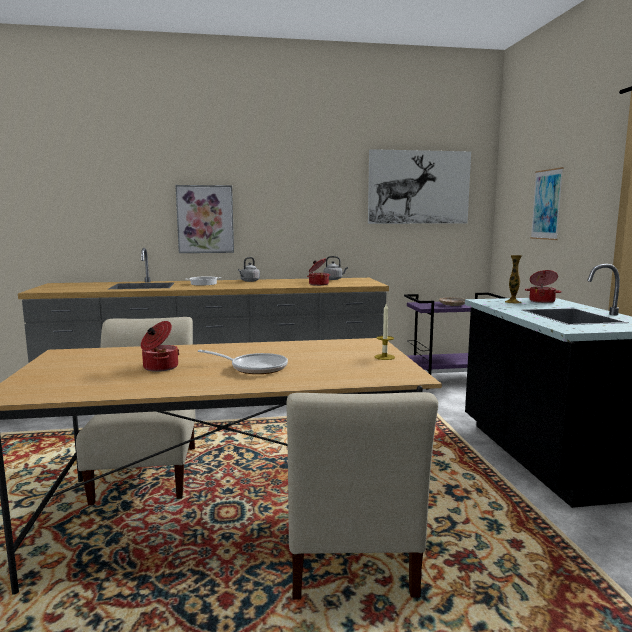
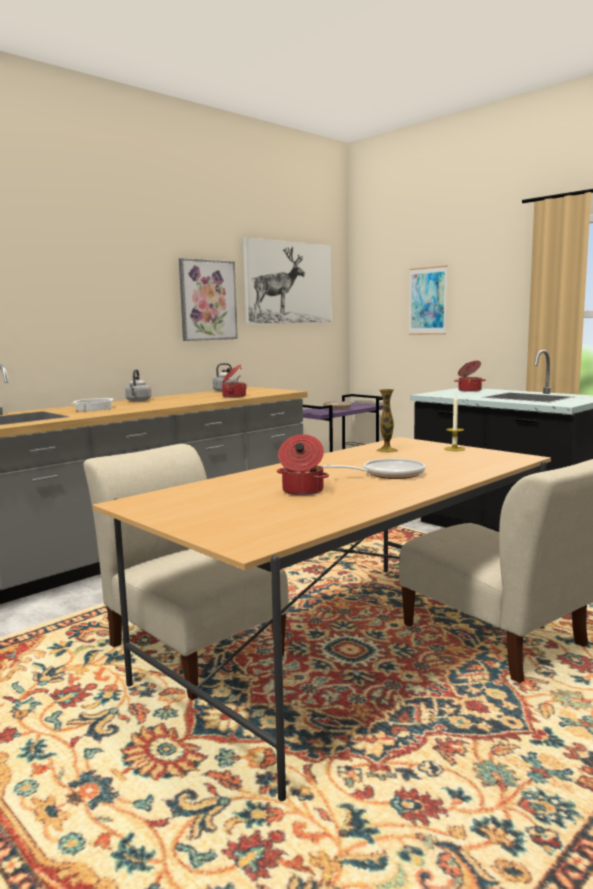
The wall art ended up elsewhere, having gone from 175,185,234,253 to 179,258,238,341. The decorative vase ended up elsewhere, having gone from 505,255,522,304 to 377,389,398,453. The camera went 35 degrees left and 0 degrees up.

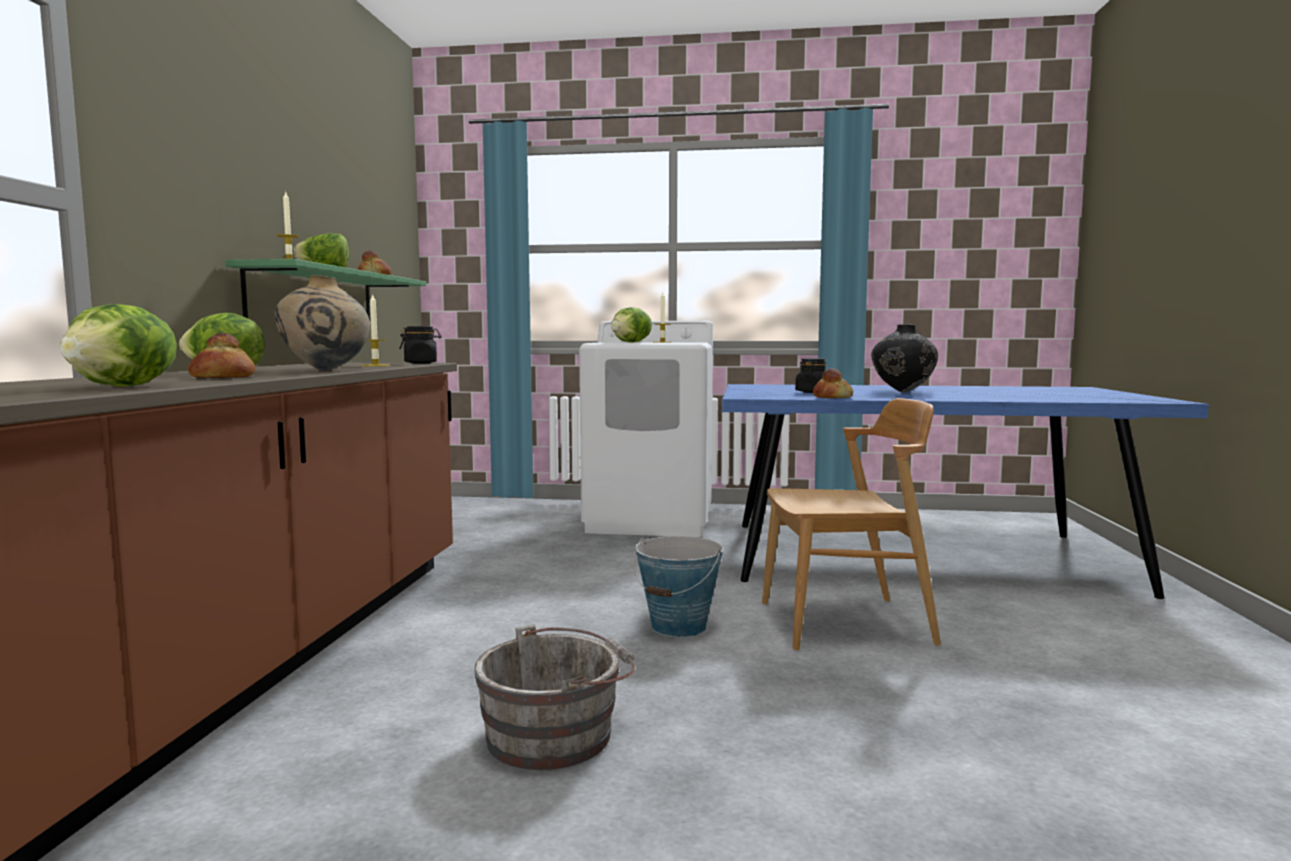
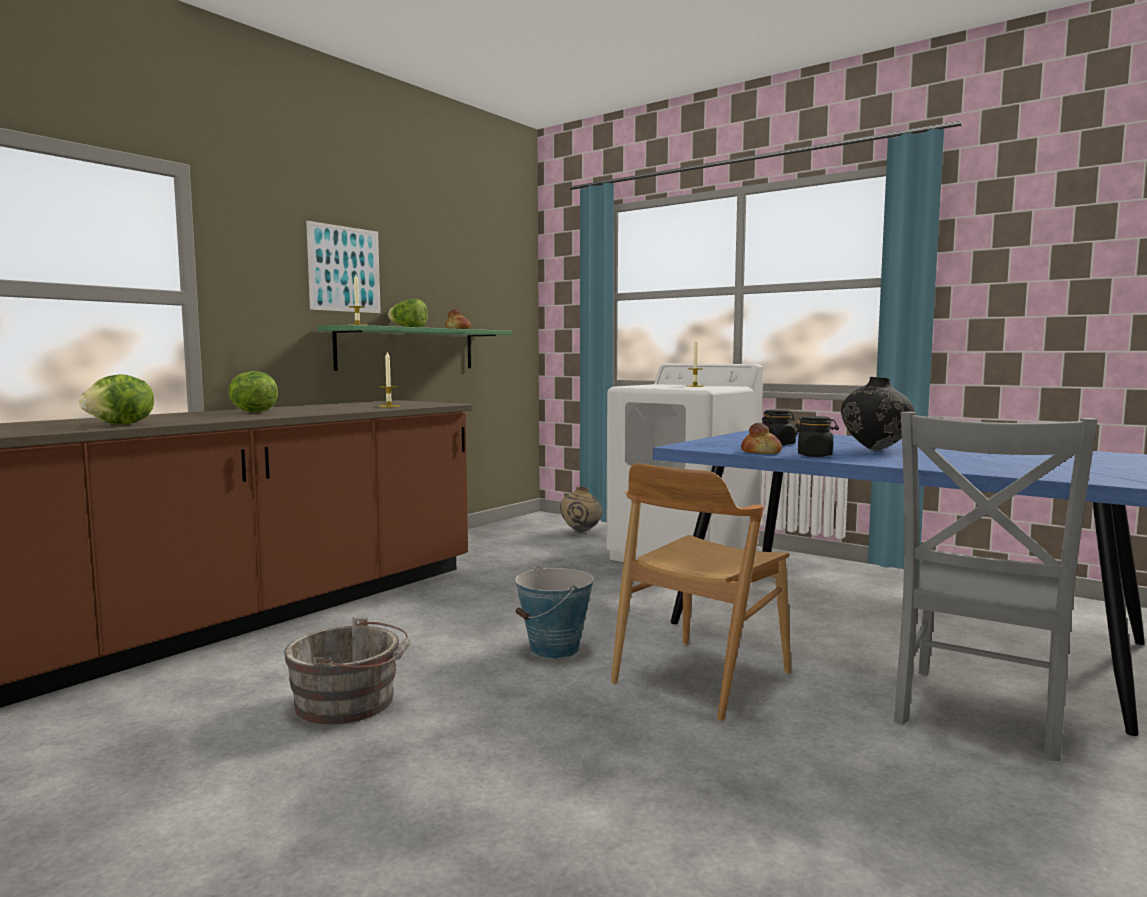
The second view lost the baked bread at 188,333,255,378. The sand-coloured decorative vase ended up elsewhere, having gone from 275,275,370,371 to 560,486,602,532. The blackish jar ended up elsewhere, having gone from 399,326,441,364 to 793,416,839,457. The second view lost the lettuce at 611,307,652,343. The brown upright chair at 762,398,941,651 ended up facing another way, 105 degrees clockwise from before. The second view gained the wall art at 306,221,381,313. The second view gained the grey upright chair at 894,412,1098,761. The camera went 30 degrees right and 0 degrees up.

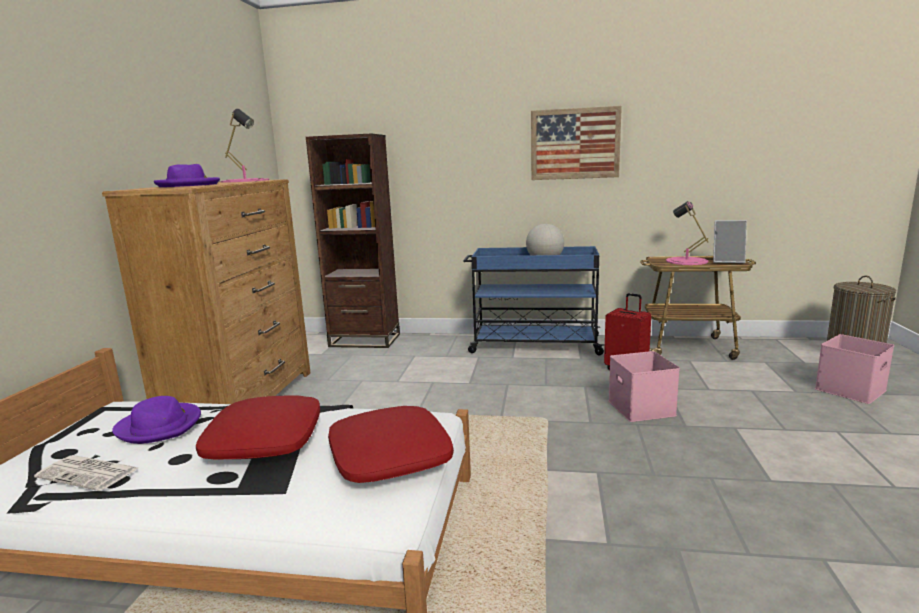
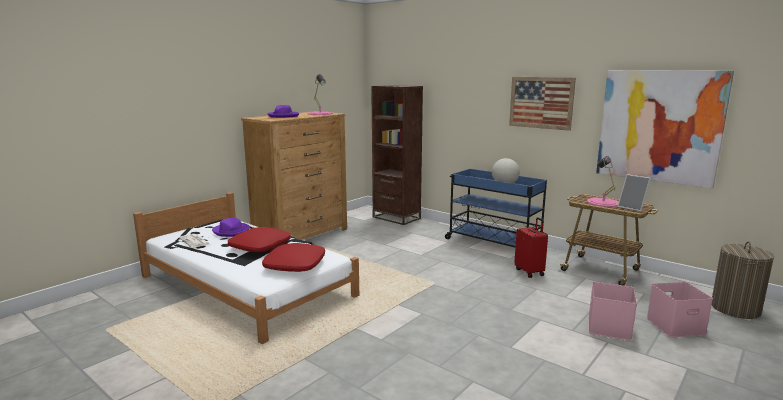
The pink storage bin ended up elsewhere, having gone from 608,351,680,422 to 589,282,637,341. The second view gained the wall art at 596,70,734,188. The camera went 30 degrees right and 0 degrees up.

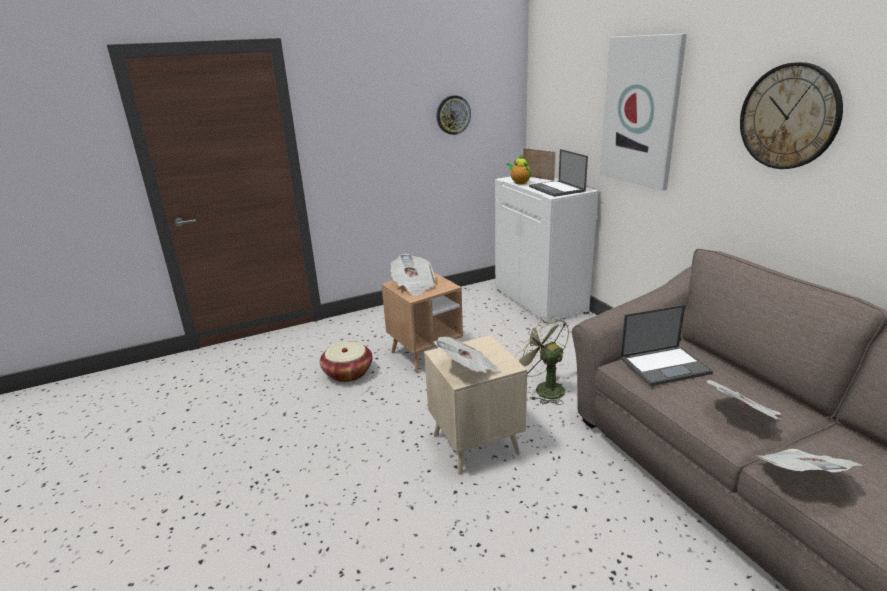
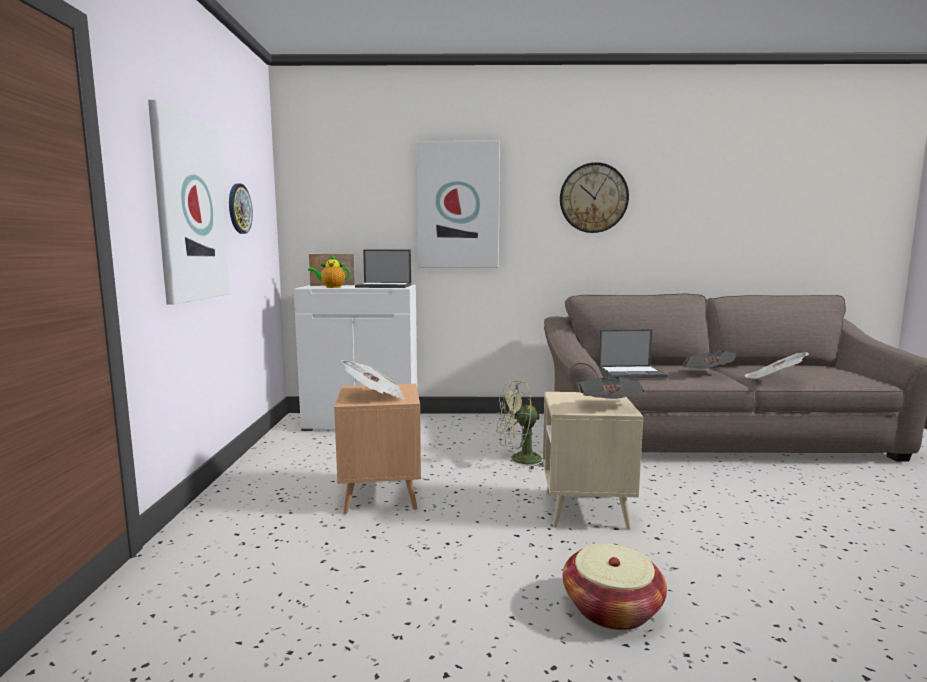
The basket ended up elsewhere, having gone from 320,342,373,382 to 563,544,667,630. The portable computer at 620,305,713,386 ended up facing another way, 75 degrees clockwise from before. The second view gained the wall art at 148,100,230,305. The camera went 65 degrees left and 15 degrees down.

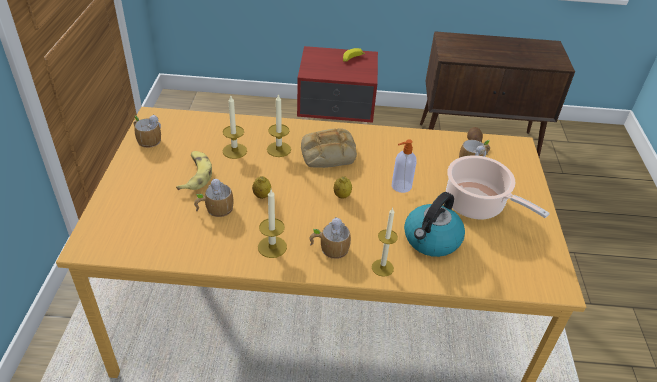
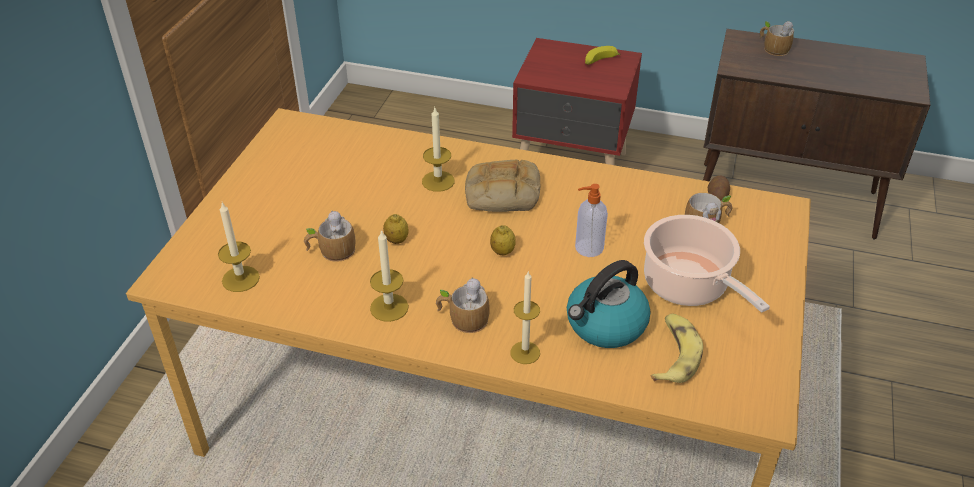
The tea mug ended up elsewhere, having gone from 133,114,161,148 to 760,20,794,56. The banana fruit ended up elsewhere, having gone from 176,151,212,190 to 650,314,703,383. The wax candle ended up elsewhere, having gone from 223,96,247,159 to 218,203,260,292. The camera went 15 degrees right and 0 degrees up.

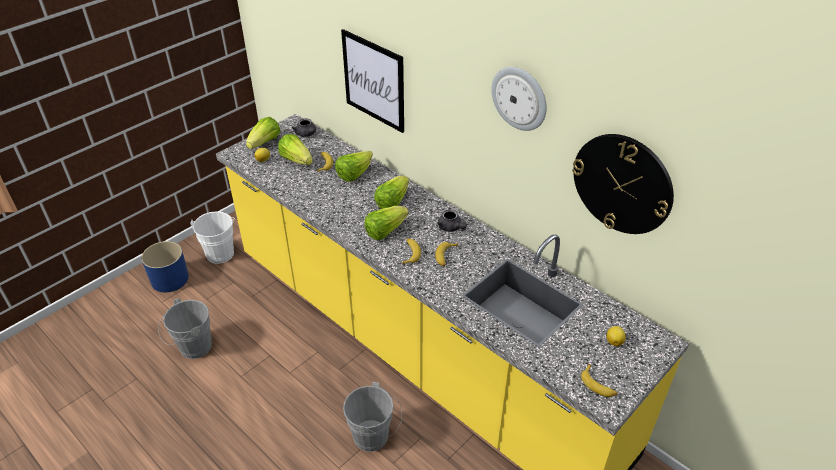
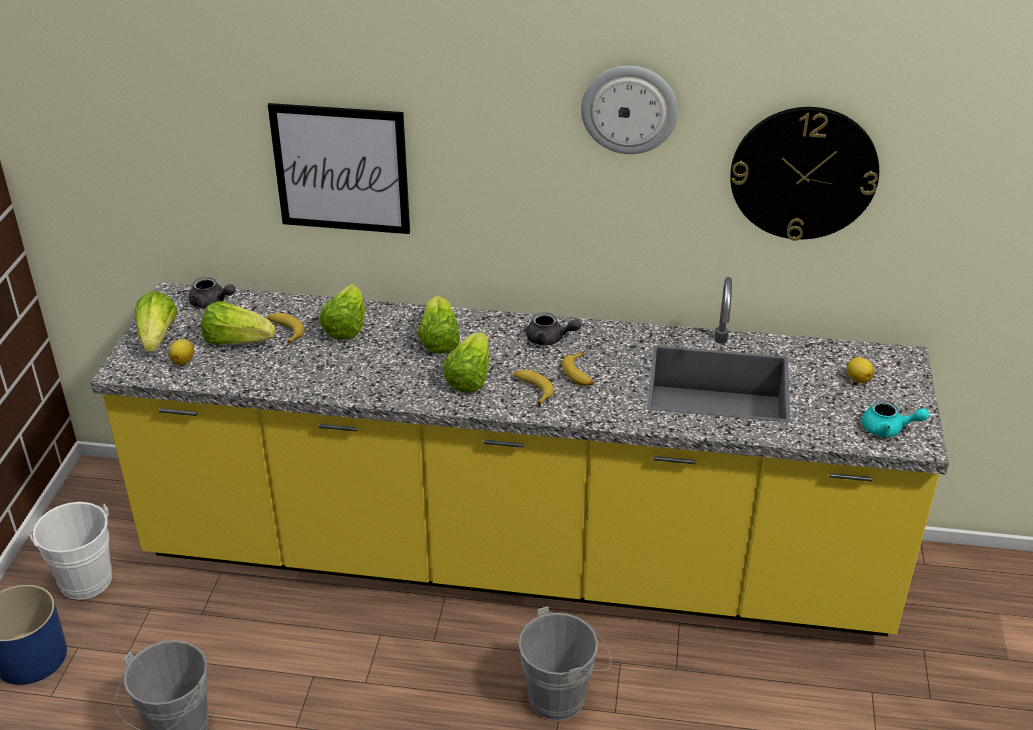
Where the banana fruit stood at 581,364,617,397, the turquoise-coloured teapot came to stand at 862,400,929,437. The camera went 35 degrees left and 5 degrees down.

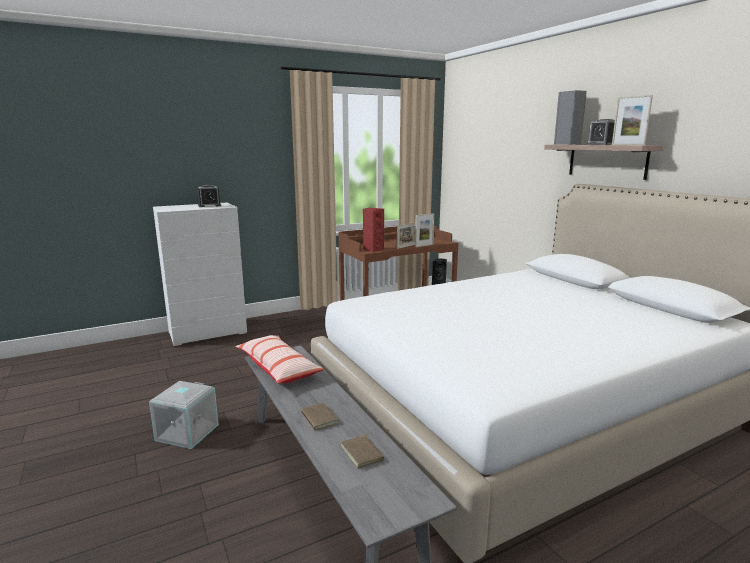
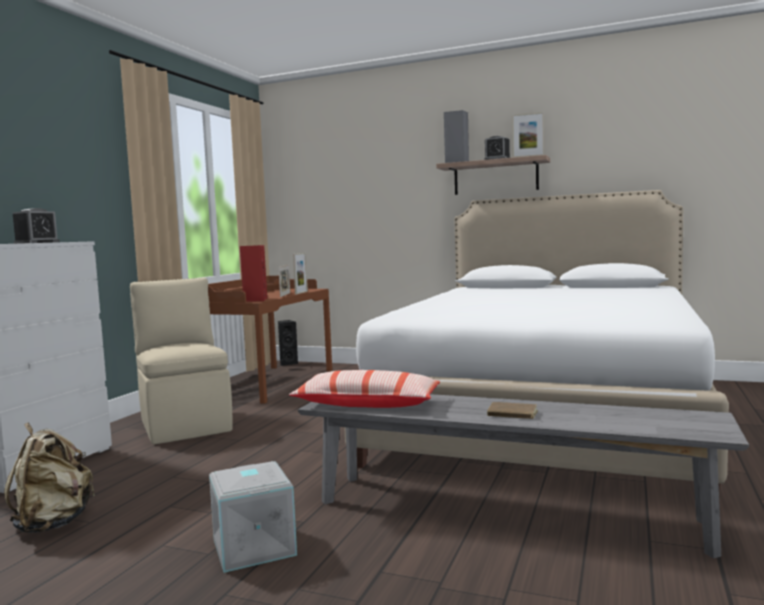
The second view lost the brown book at 341,433,384,469. The second view gained the sand-coloured backpack at 4,422,95,533. The second view gained the sand-coloured upright chair at 130,278,233,444. The camera went 40 degrees left and 10 degrees down.

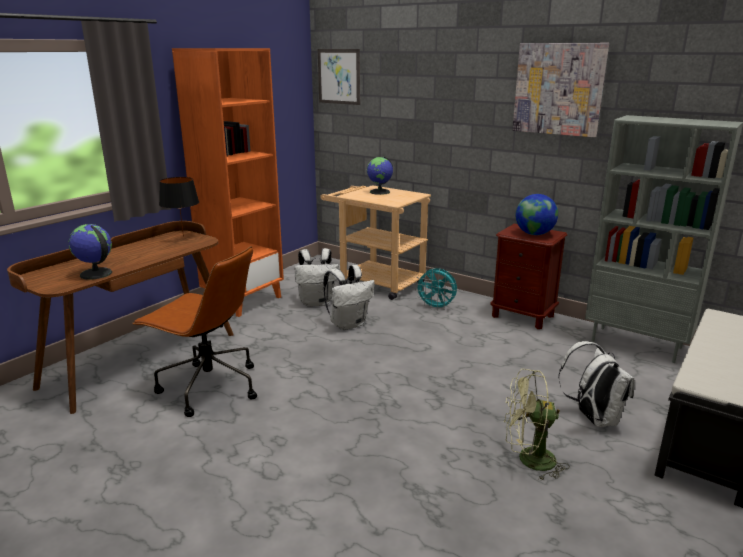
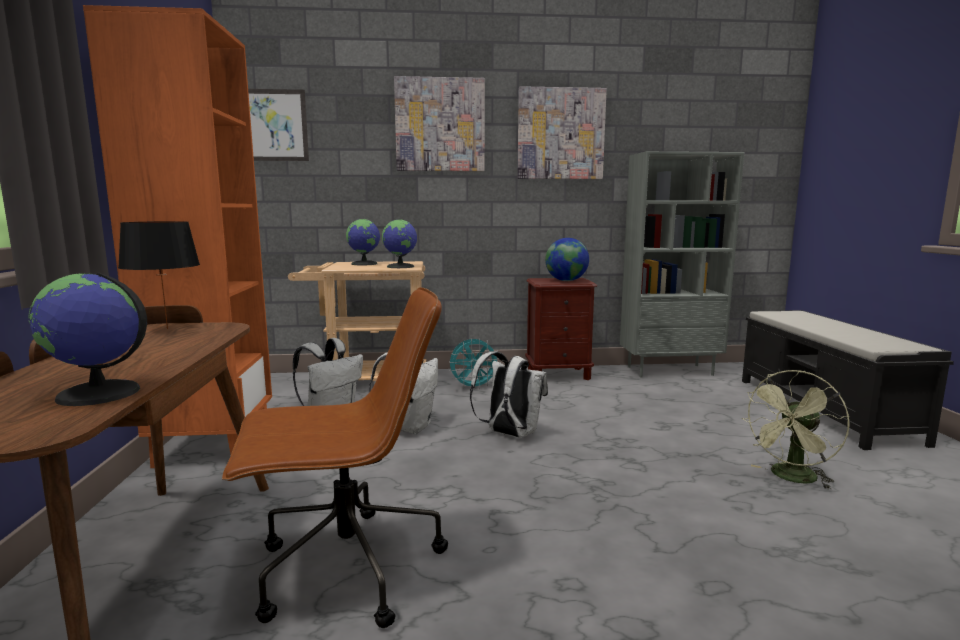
The white backpack ended up elsewhere, having gone from 558,341,634,427 to 470,352,548,438. The second view gained the world globe at 382,219,417,268. The second view gained the wall art at 394,76,485,171. The camera went 40 degrees left and 10 degrees down.

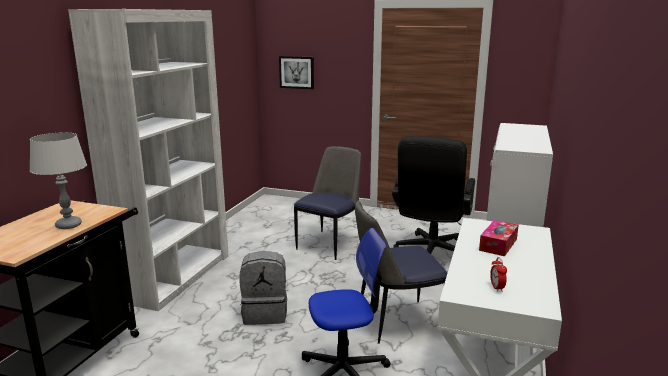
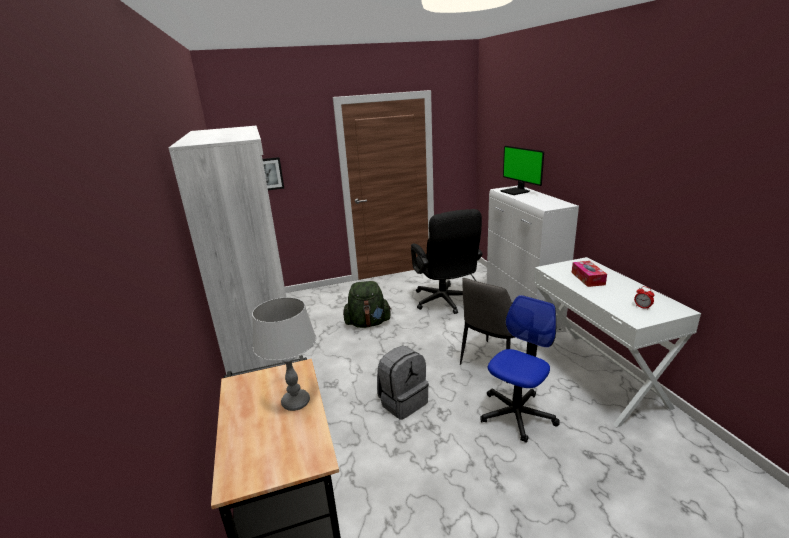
Where the upright chair stood at 294,146,361,260, the green backpack came to stand at 343,281,391,328. The second view gained the computer screen at 500,146,544,195. The camera went 35 degrees left and 5 degrees up.

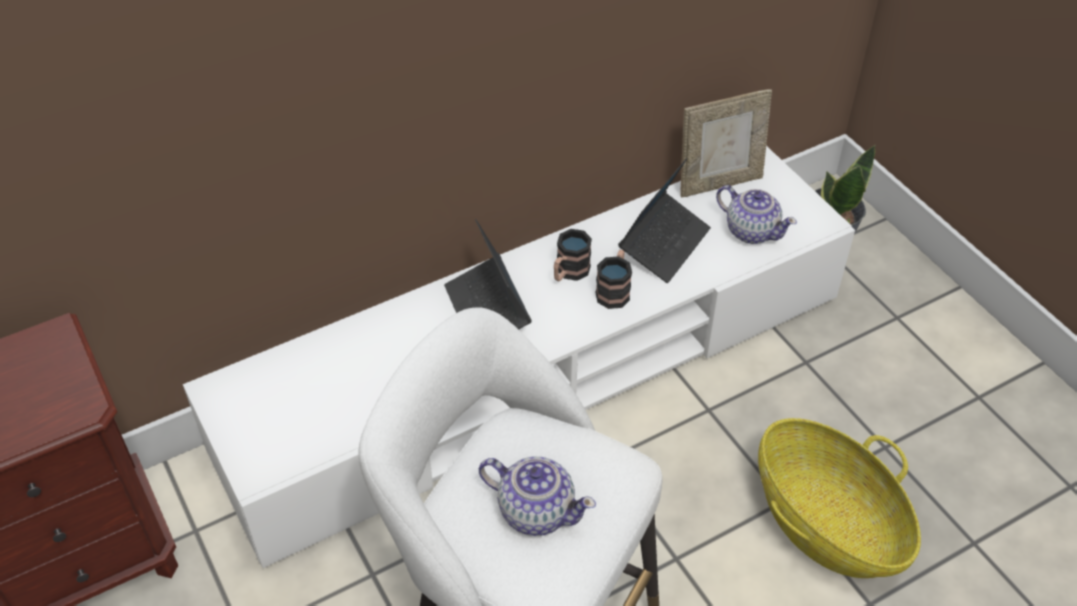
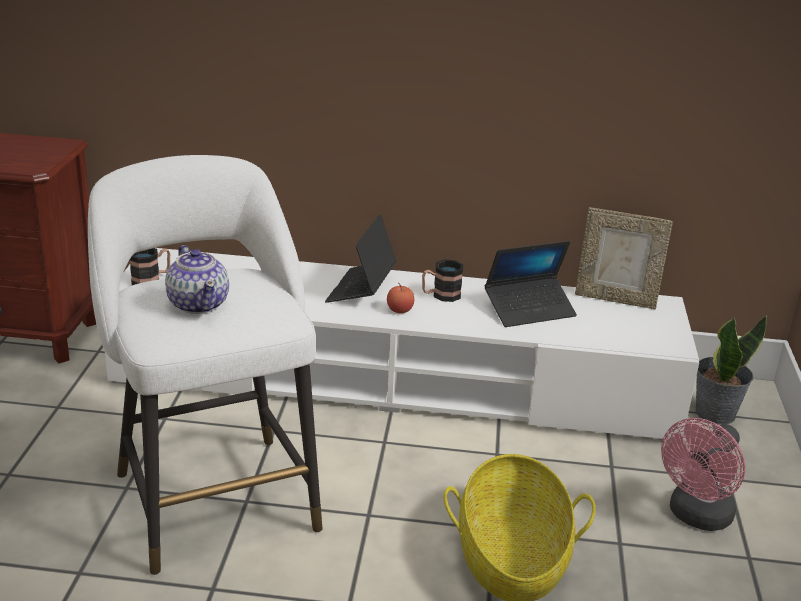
The tea mug ended up elsewhere, having gone from 595,250,632,309 to 130,248,170,285. The second view lost the teapot at 716,185,797,244. The second view gained the apple at 387,283,414,313. The second view gained the pink fan at 661,418,746,531. The camera went 35 degrees right and 20 degrees down.

